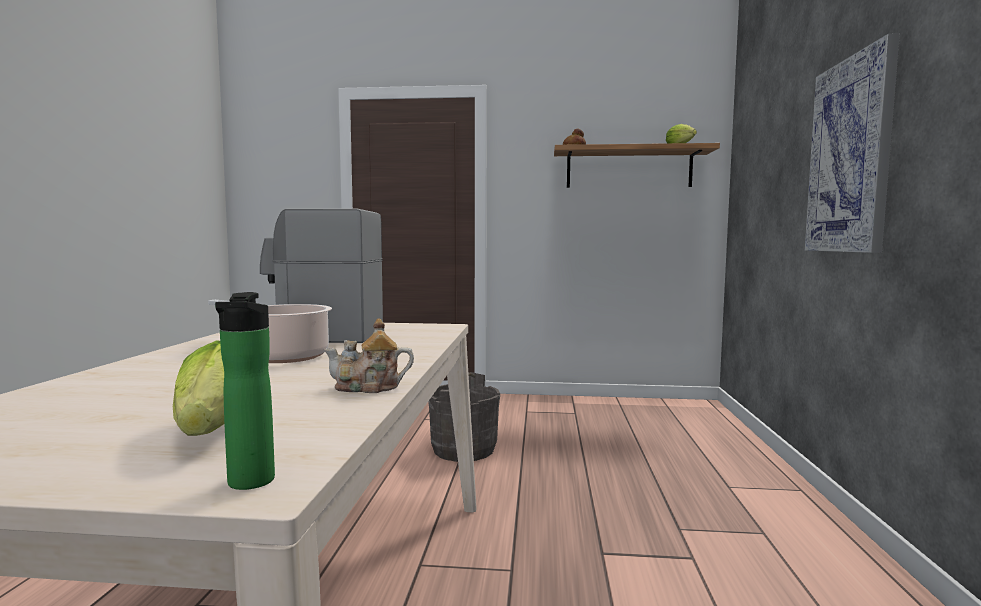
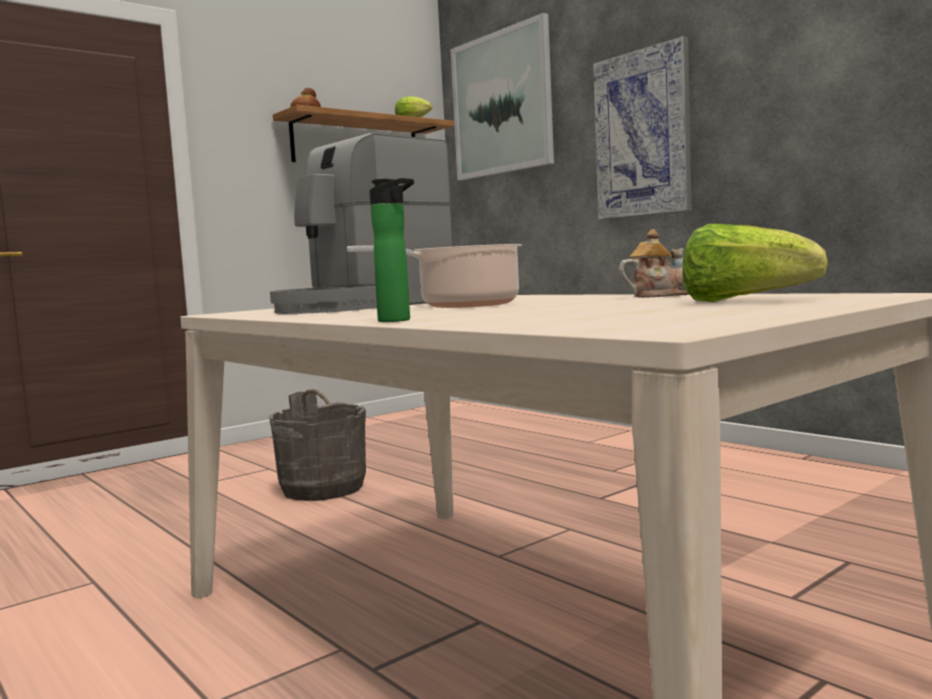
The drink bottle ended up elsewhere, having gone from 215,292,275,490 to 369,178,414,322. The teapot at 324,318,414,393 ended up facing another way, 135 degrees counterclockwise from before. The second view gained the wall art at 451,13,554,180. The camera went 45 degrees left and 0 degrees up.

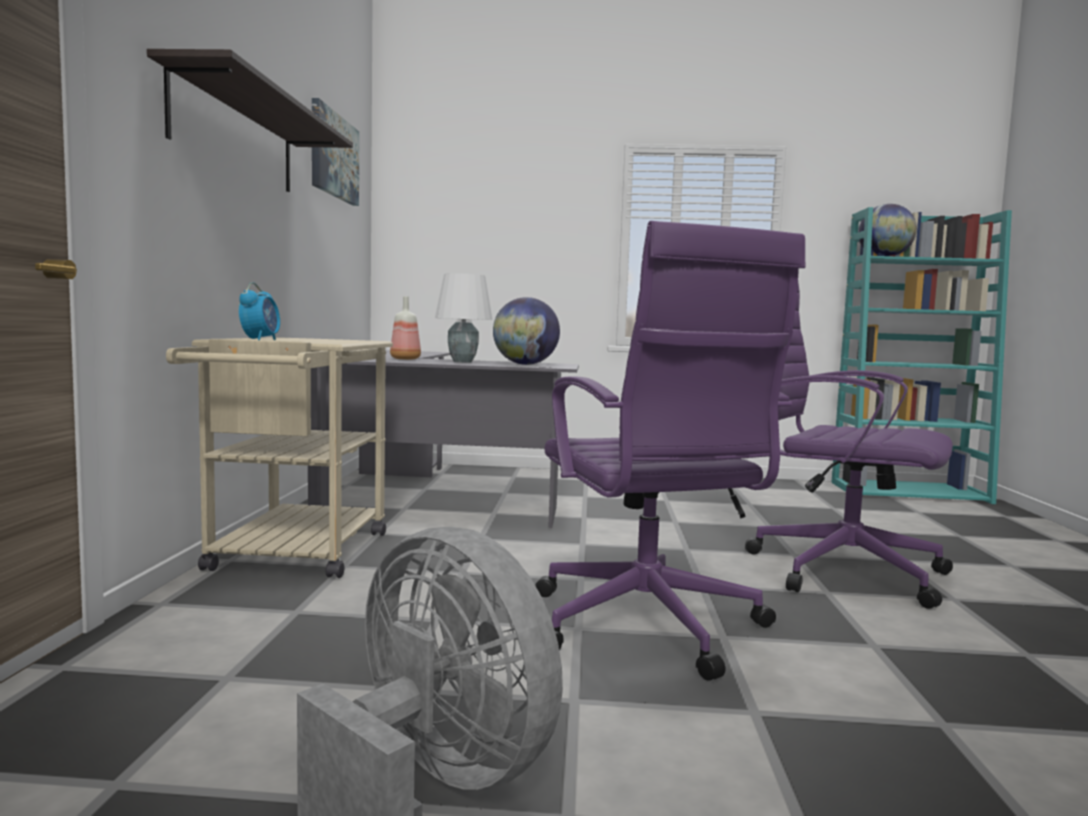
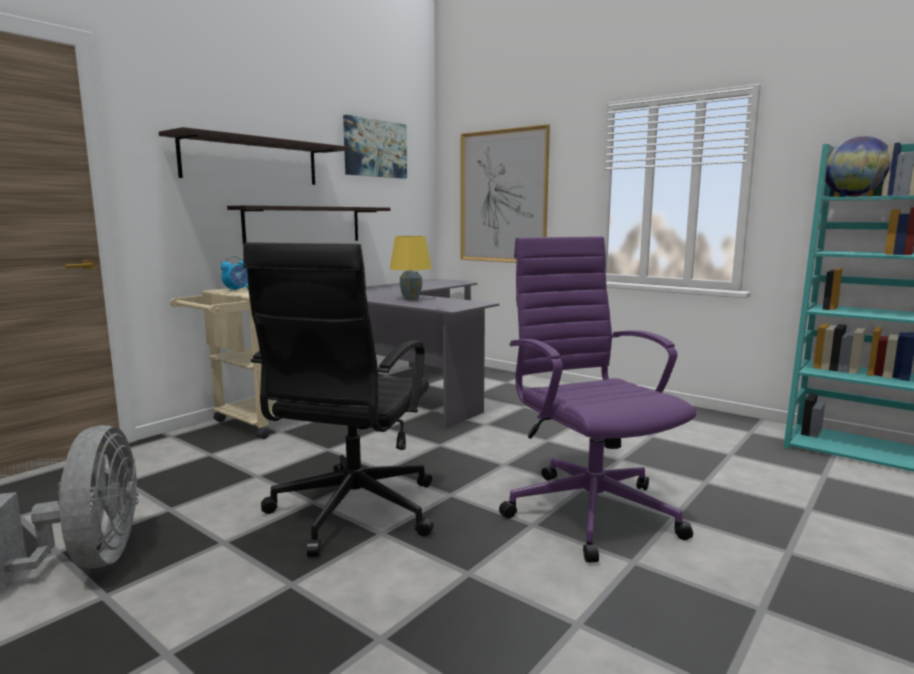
The second view lost the drink bottle at 390,296,421,360. What was the white tabletop lamp at 435,273,493,362 turned into the yellow-coloured tabletop lamp at 390,236,432,300. The second view lost the world globe at 493,297,560,365. What was the purplish office chair at 535,221,806,681 turned into the blackish office chair at 243,242,434,557. The second view gained the shelf at 227,205,390,245. The second view gained the wall art at 460,124,550,263. The camera went 35 degrees right and 5 degrees up.

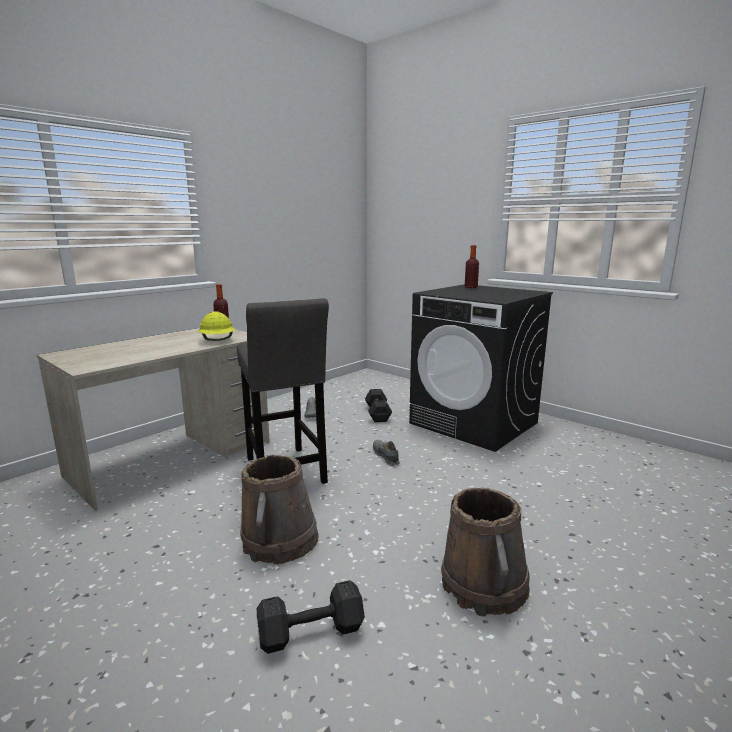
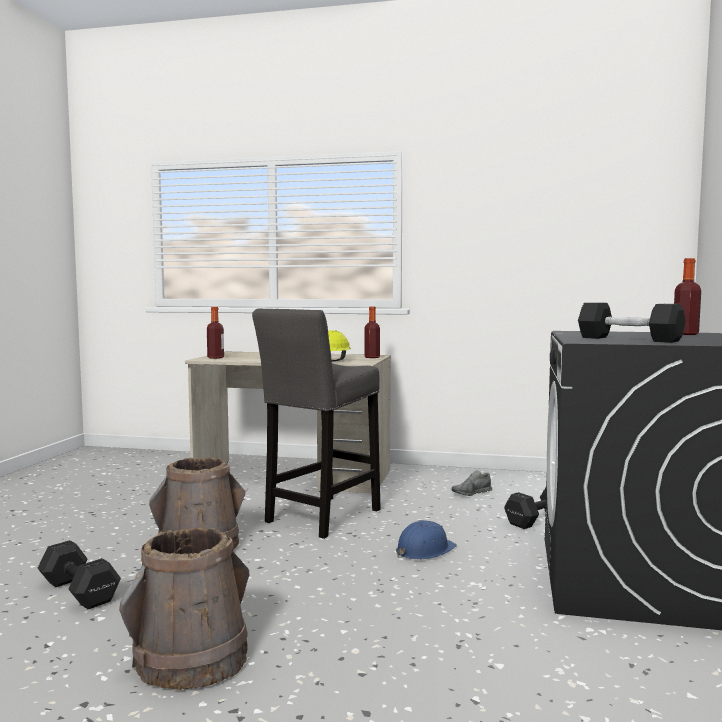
Where the grey item of footwear stood at 373,440,400,466, the bluish hard hat came to stand at 396,520,457,559. The second view gained the drink bottle at 207,307,224,359. The second view gained the blackish free weight at 578,302,686,343. The camera went 60 degrees right and 10 degrees down.

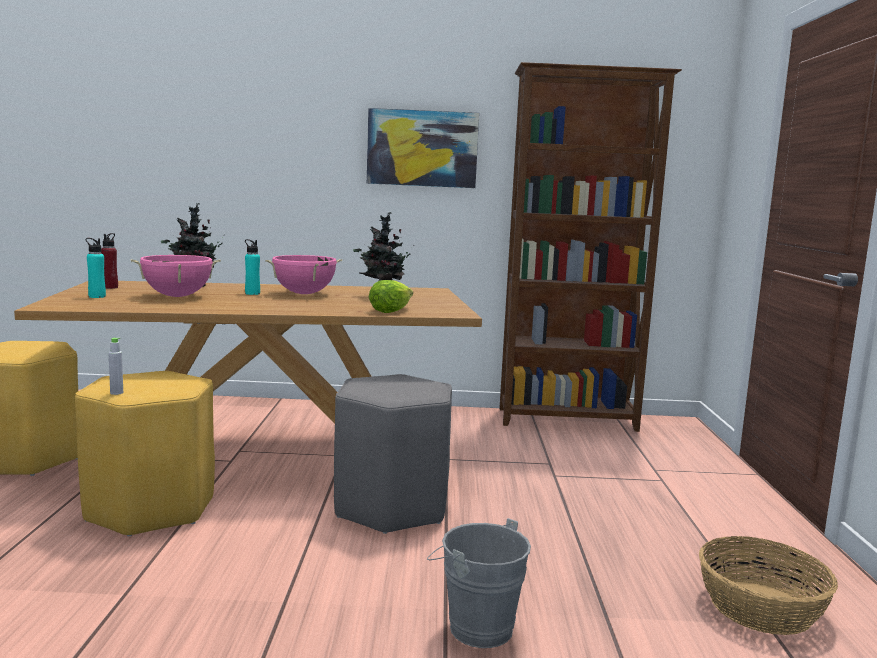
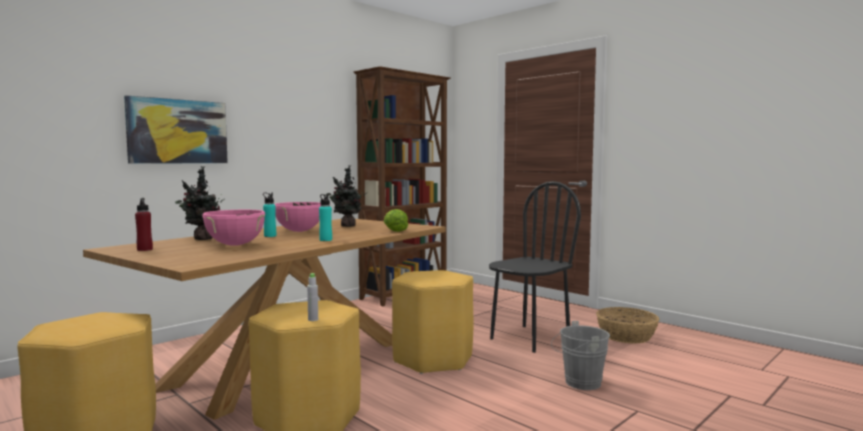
The turquoise-coloured drink bottle ended up elsewhere, having gone from 85,238,106,298 to 319,194,332,241. What was the grey sitting stool at 334,374,452,534 turned into the yellow-coloured sitting stool at 392,270,474,374. The wall art ended up elsewhere, having gone from 367,108,479,188 to 124,95,228,164. The second view gained the blackish upright chair at 489,181,581,353. The camera went 45 degrees left and 5 degrees down.

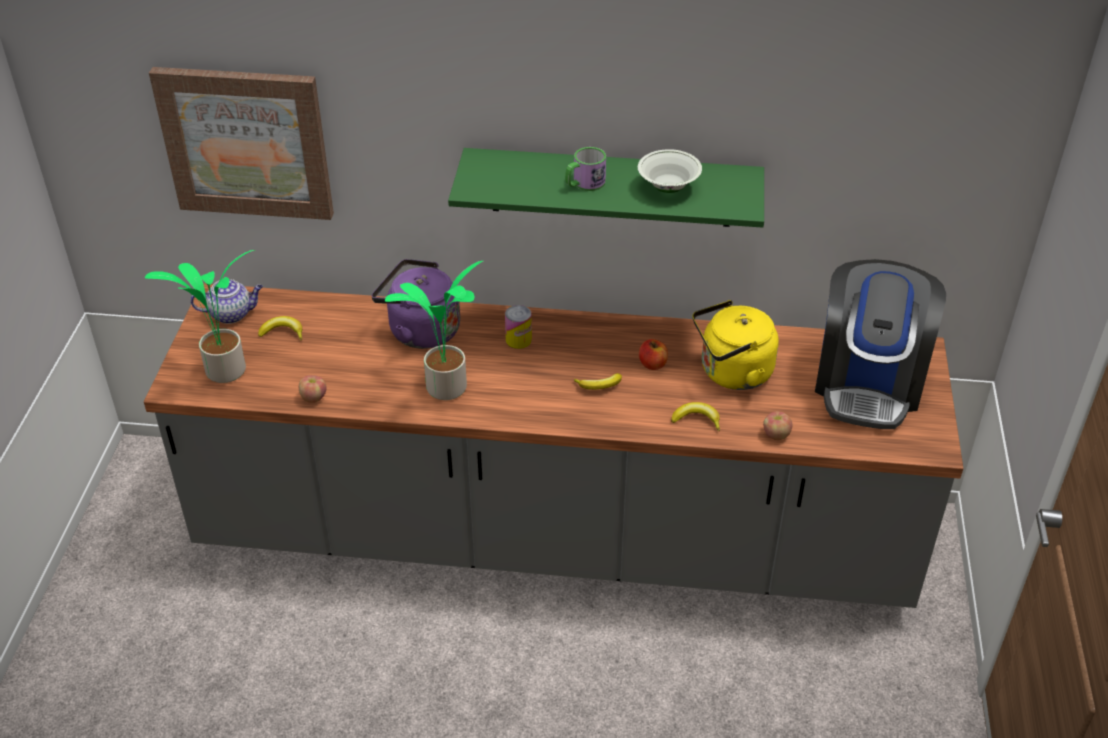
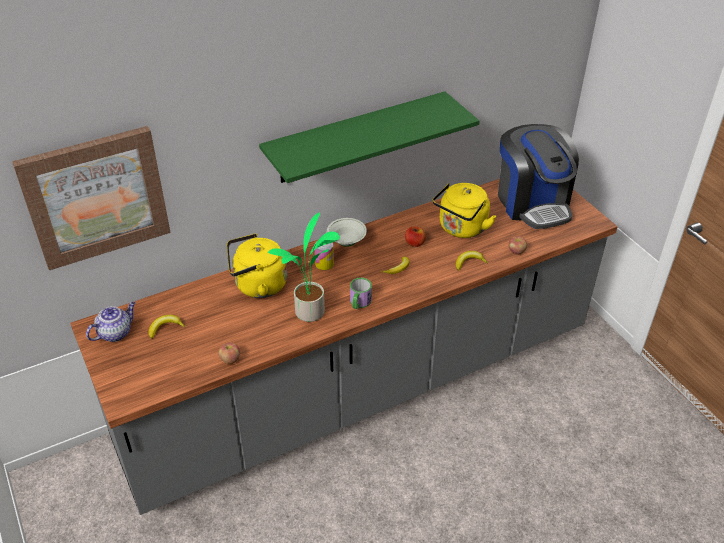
The second view lost the plant in a pot at 145,250,255,383. What was the purplish kettle at 372,259,460,349 turned into the yellow-coloured kettle at 227,233,287,298. The tea mug ended up elsewhere, having gone from 565,147,606,191 to 350,278,372,309. The white serving bowl ended up elsewhere, having gone from 638,149,702,193 to 327,218,367,247. The camera went 35 degrees left and 0 degrees up.

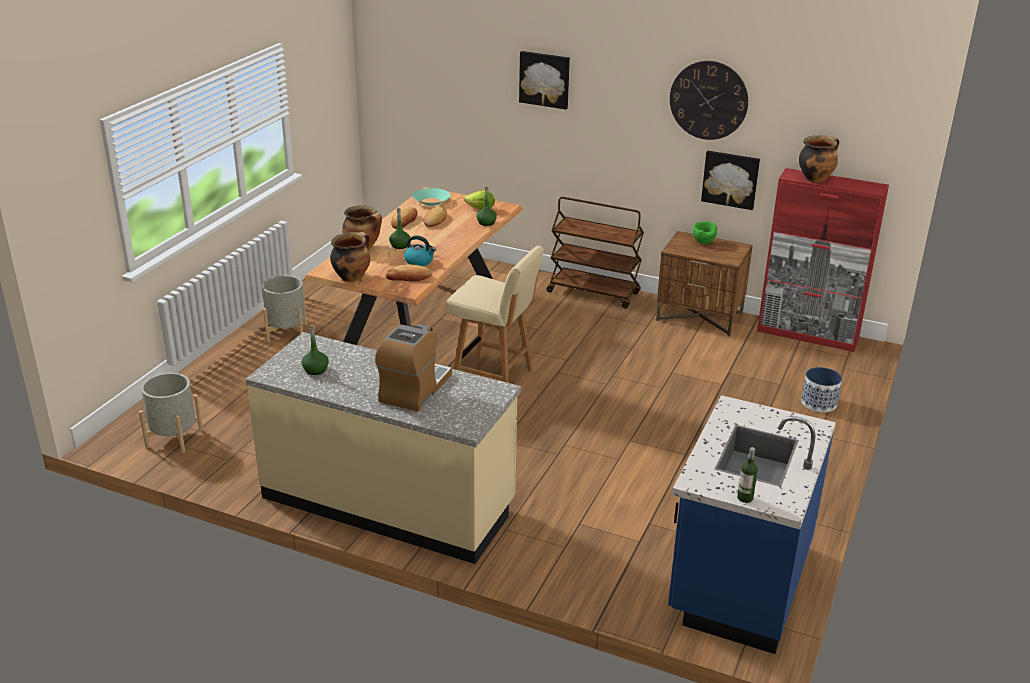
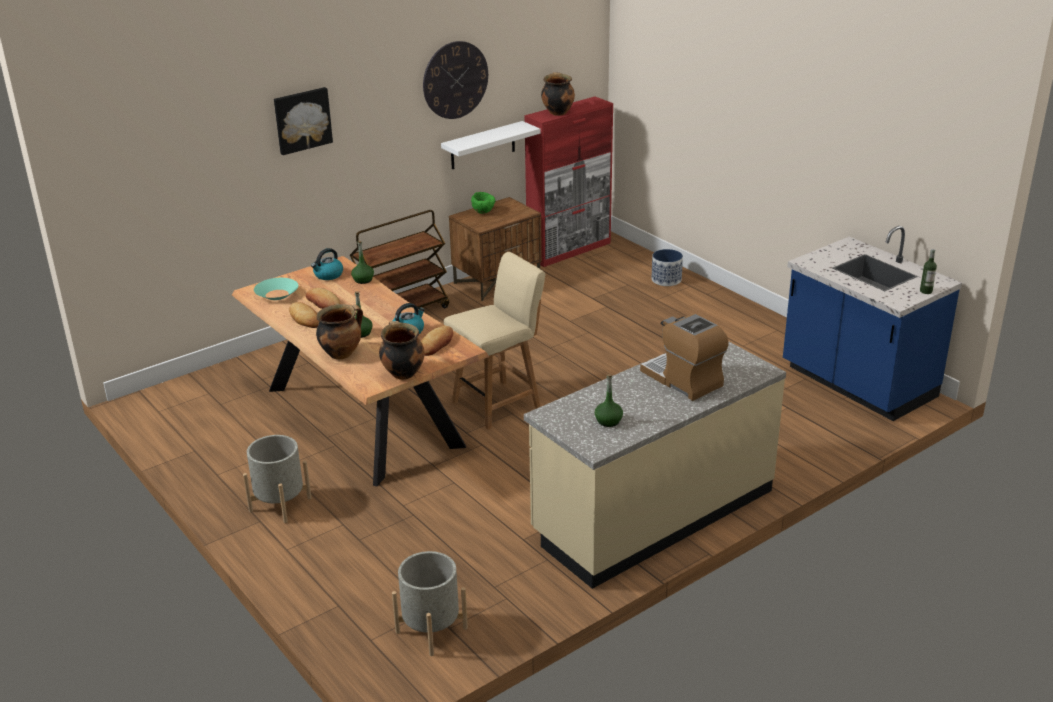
Where the lettuce stood at 464,190,495,209, the kettle came to stand at 311,248,343,280. Where the wall art hung at 701,151,760,210, the white shelf came to hang at 441,121,541,169. The camera went 60 degrees left and 0 degrees up.

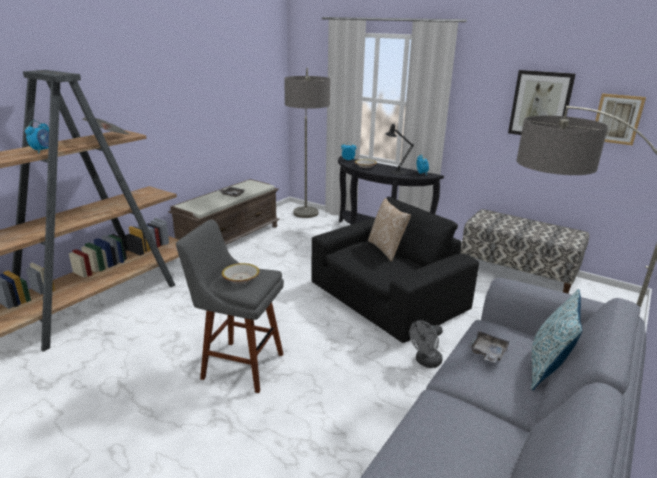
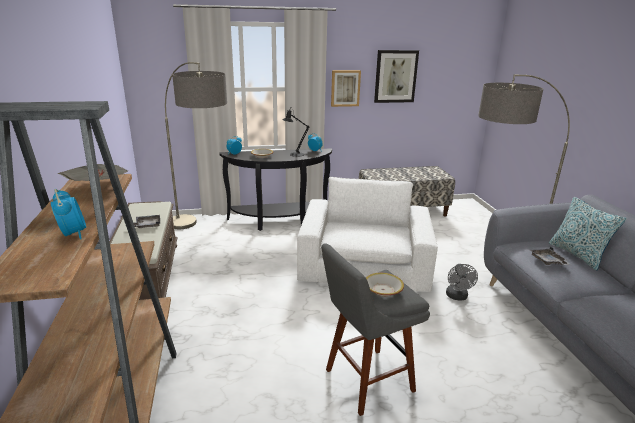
What was the blackish armchair at 312,196,479,343 turned into the white armchair at 297,177,438,292. The second view lost the throw pillow at 368,198,411,262. The wall art ended up elsewhere, having gone from 595,93,646,146 to 331,70,361,107. The camera went 45 degrees left and 0 degrees up.

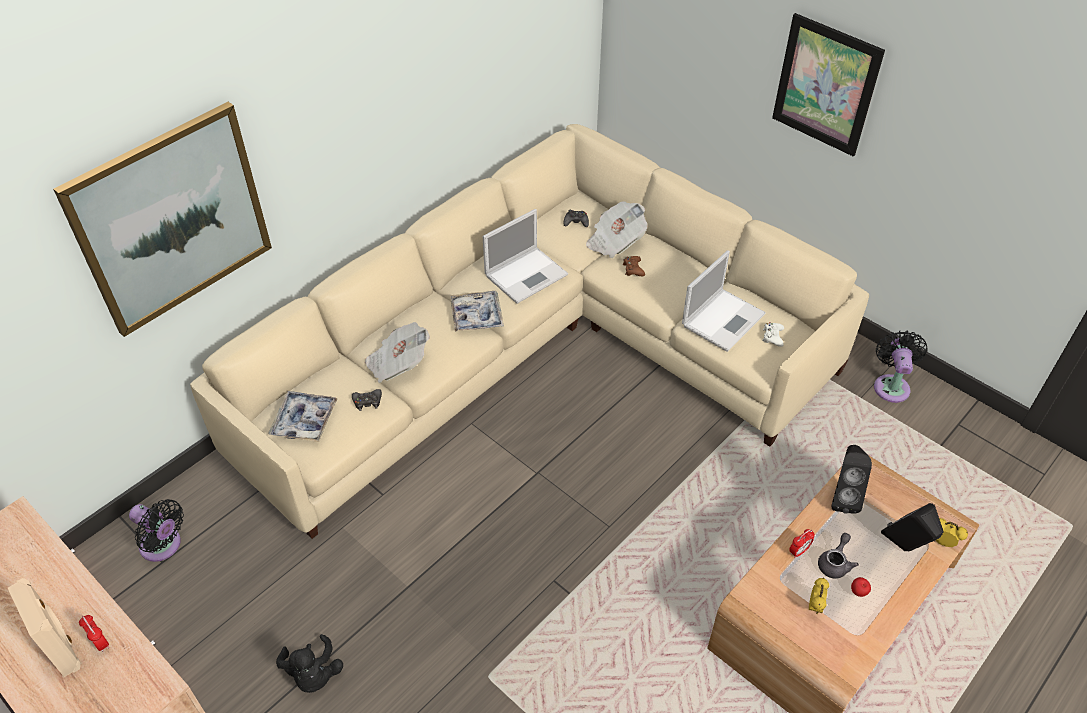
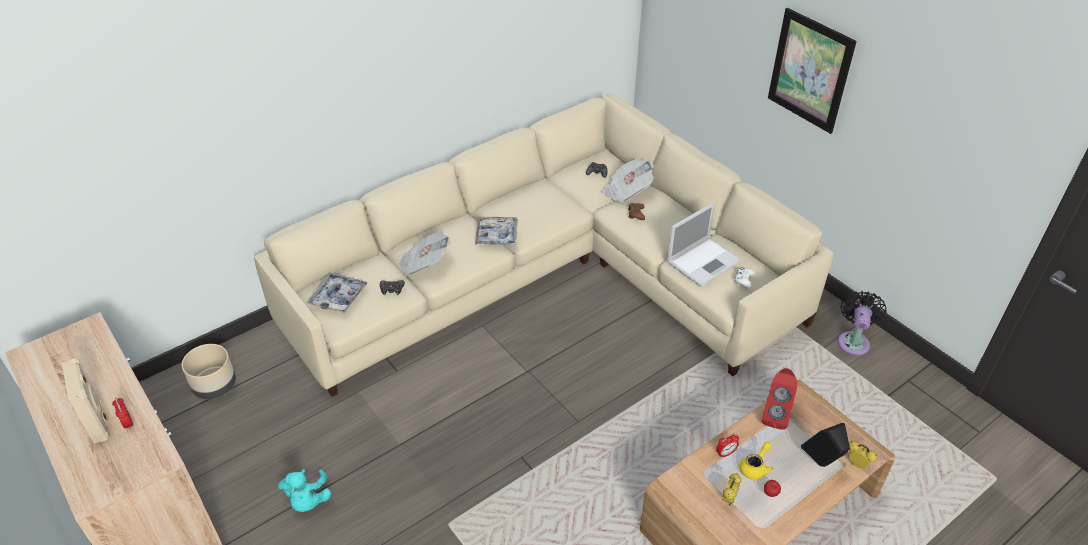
The second view lost the wall art at 53,102,272,337. Where the blackish fan stood at 129,499,184,562, the sand-coloured flower pot came to stand at 182,344,236,399. What was the blackish plush toy at 276,634,343,693 turned into the turquoise-coloured plush toy at 278,469,331,512. The second view lost the portable computer at 483,209,568,304. What was the grey teapot at 818,533,859,579 turned into the yellow-coloured teapot at 740,442,774,480. What was the blackish speaker at 831,445,872,514 turned into the red-coloured speaker at 762,368,798,430. The camera went 10 degrees right and 5 degrees down.

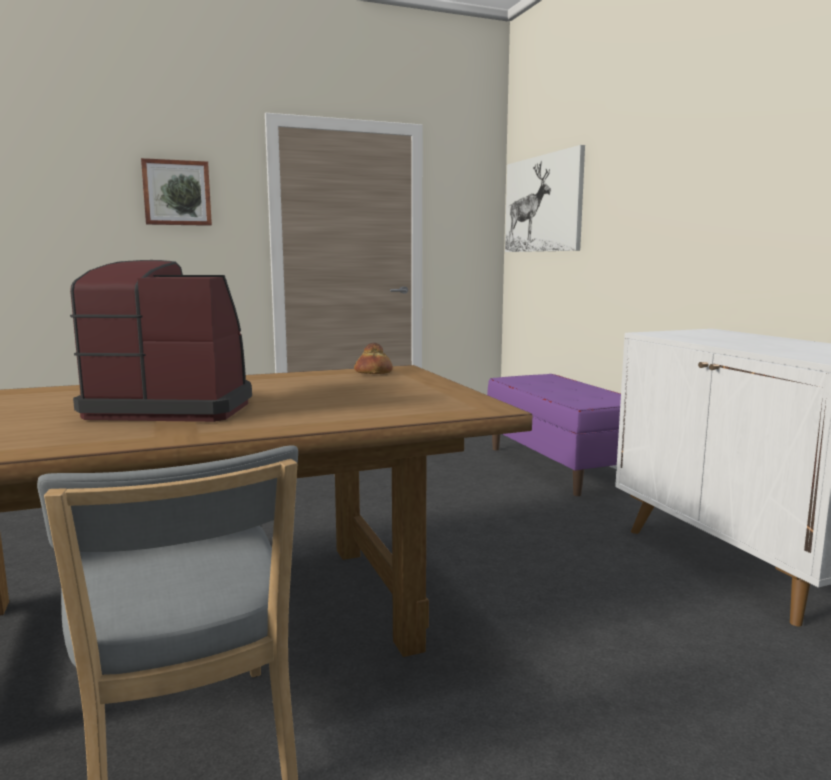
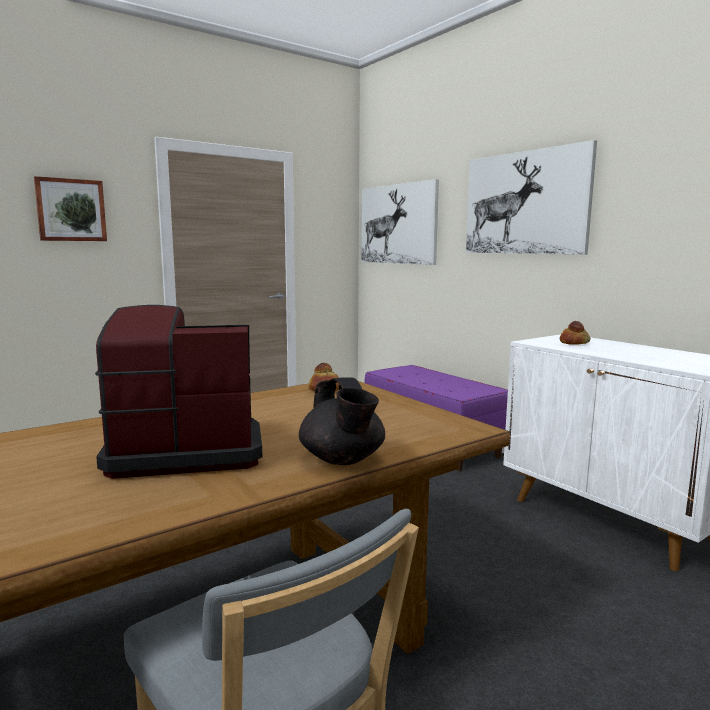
The second view gained the blackish teapot at 299,377,385,465. The second view gained the wall art at 466,140,597,255. The second view gained the baked bread at 560,321,590,345. The camera went 15 degrees left and 0 degrees up.

